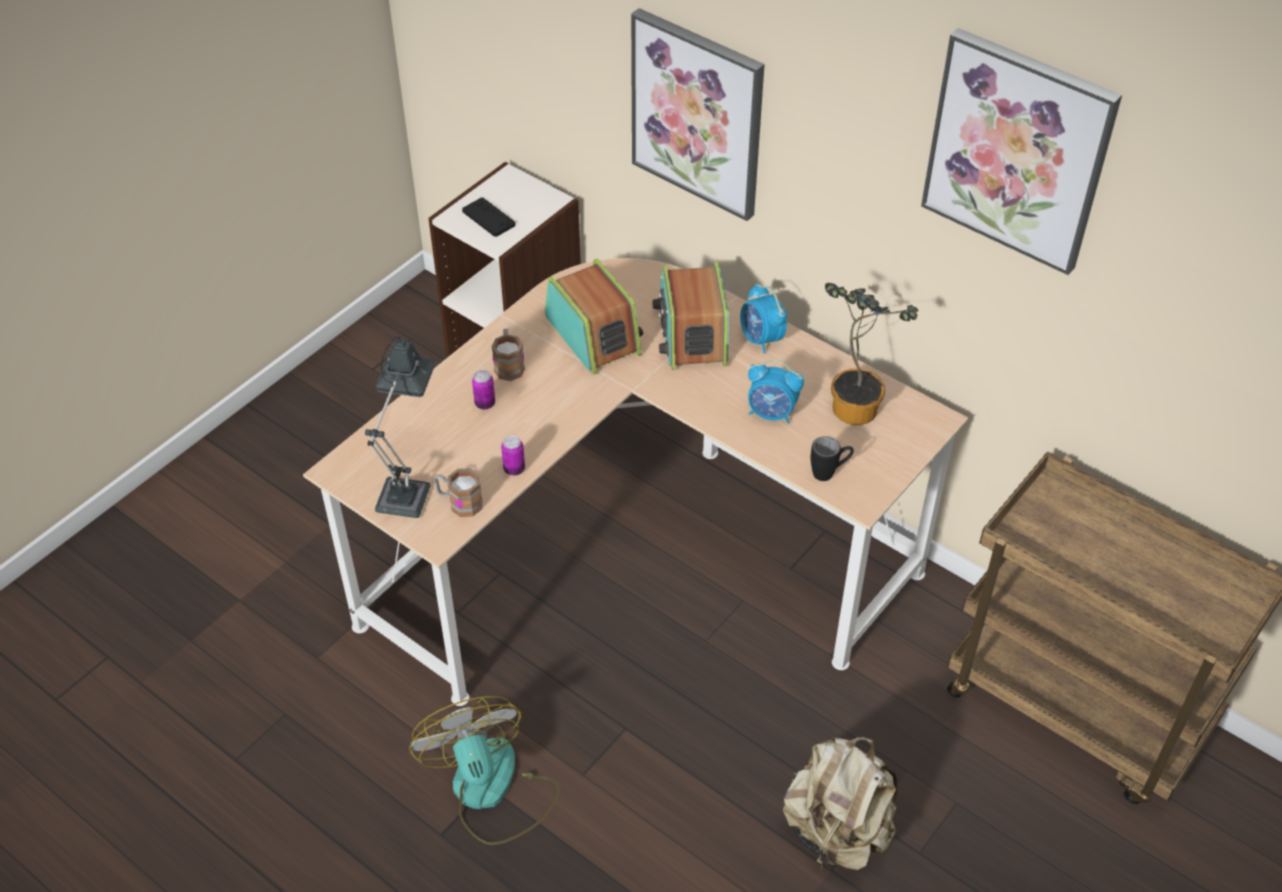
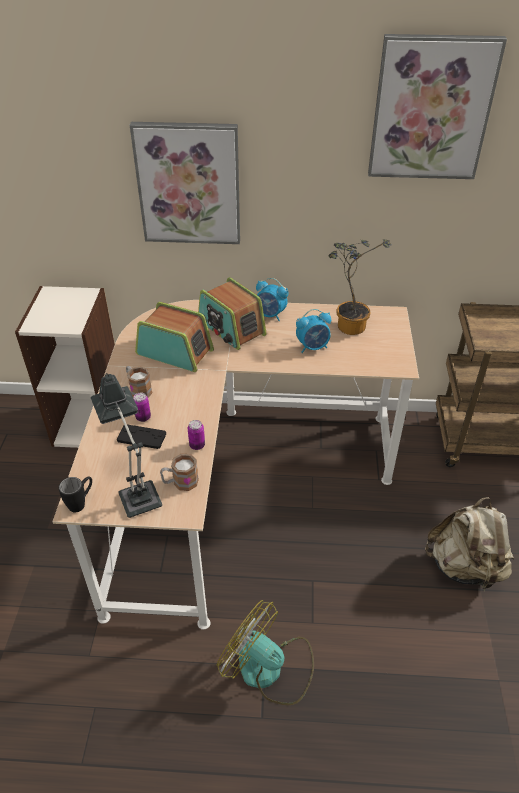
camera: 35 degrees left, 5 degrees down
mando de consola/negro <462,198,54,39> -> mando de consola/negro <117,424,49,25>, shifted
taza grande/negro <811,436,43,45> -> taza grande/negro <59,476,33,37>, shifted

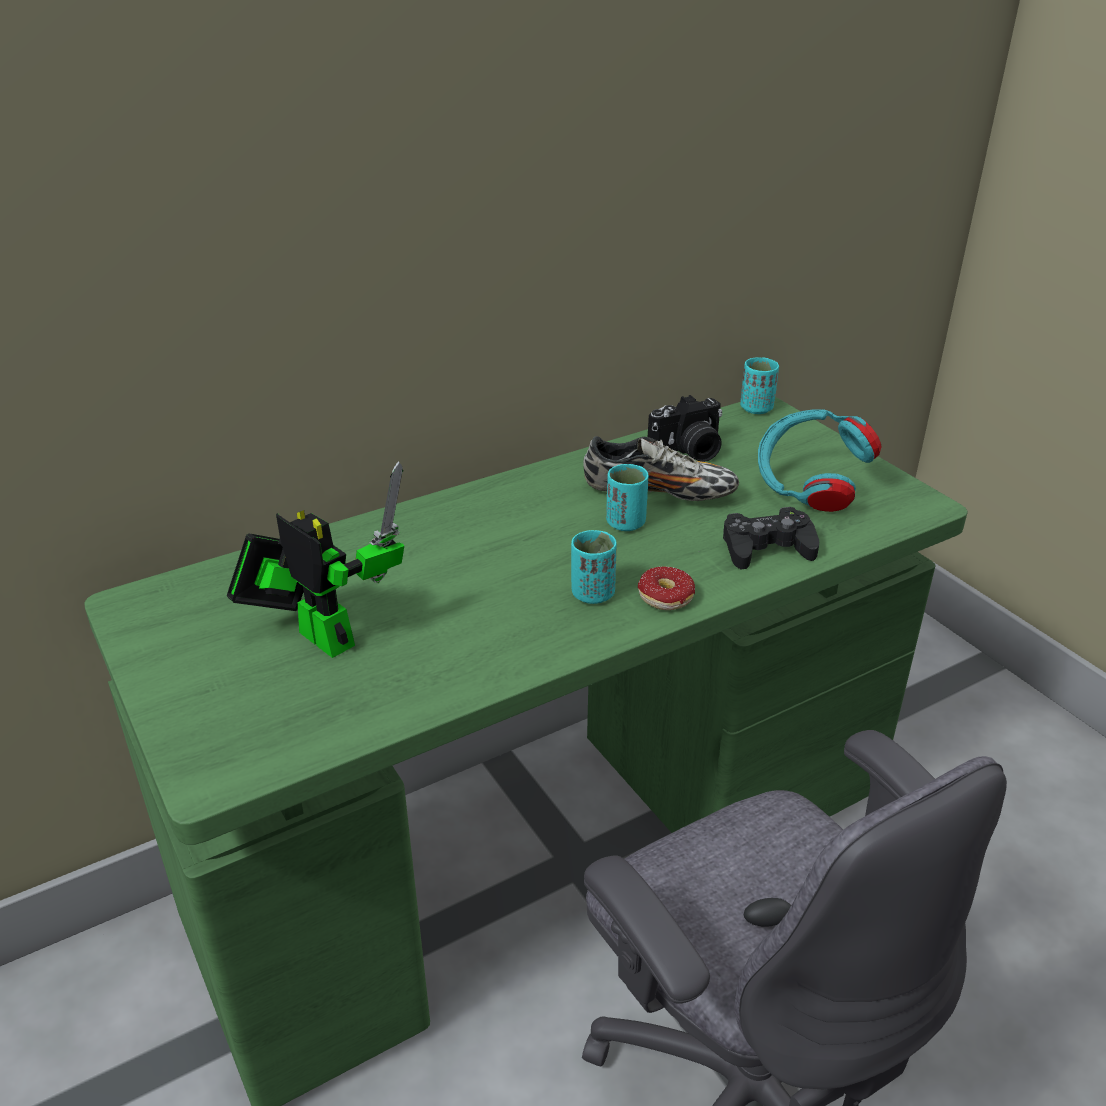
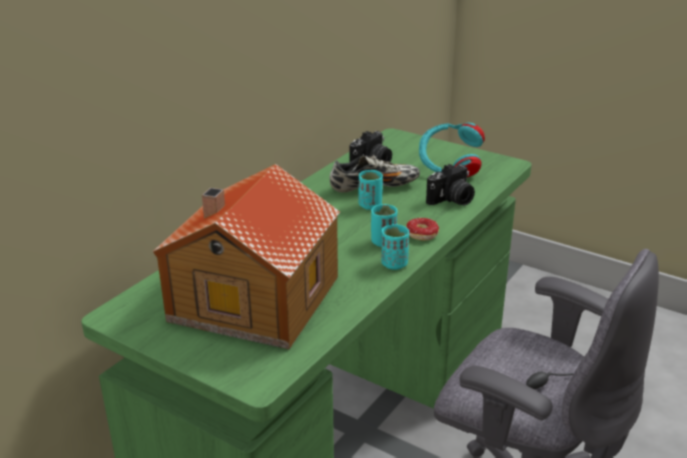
camera: 25 degrees left, 5 degrees down
taza/turquesa <740,357,39,57> -> taza/turquesa <381,224,28,46>, shifted
robot de juguete <227,462,177,196> -> casita <153,164,187,185>
mando de consola/negro <723,507,96,62> -> cámara <426,164,49,41>

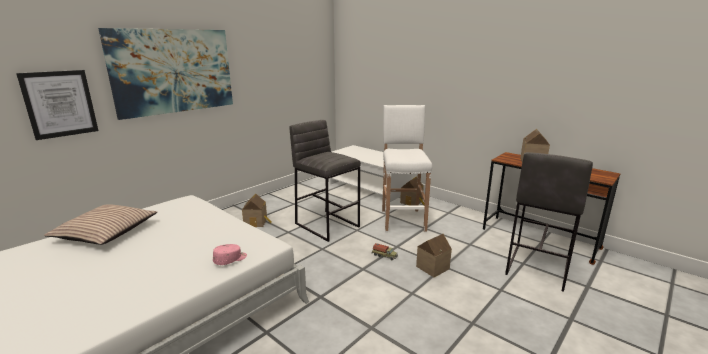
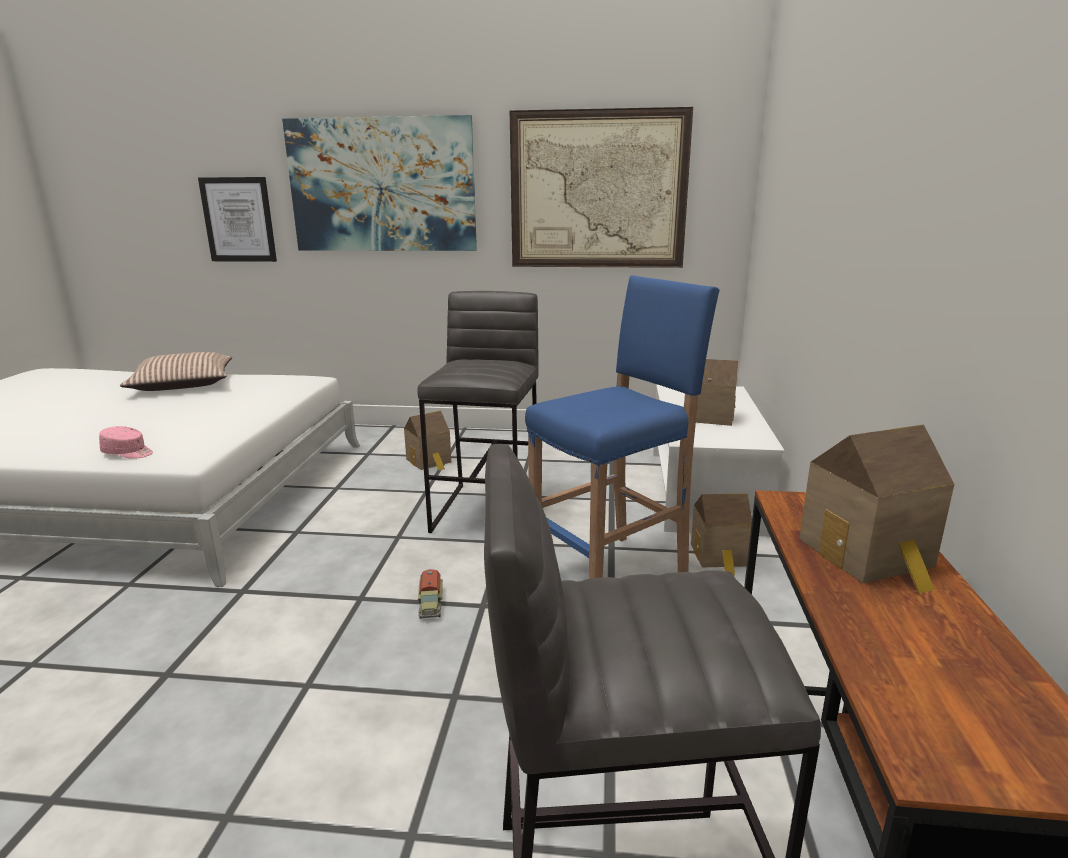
camera: 55 degrees right, 0 degrees up
taburete/blanco <382,105,50,127> -> taburete/azul <525,275,195,304>
casita <416,234,36,43> -> casita <696,359,42,67>, shifted
none -> cuadro <510,107,183,161>

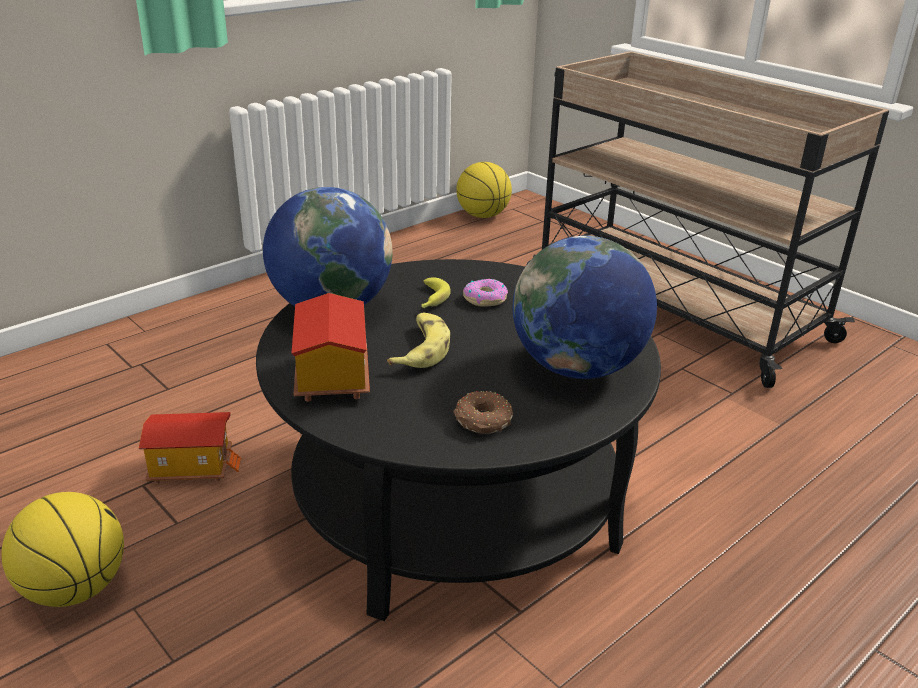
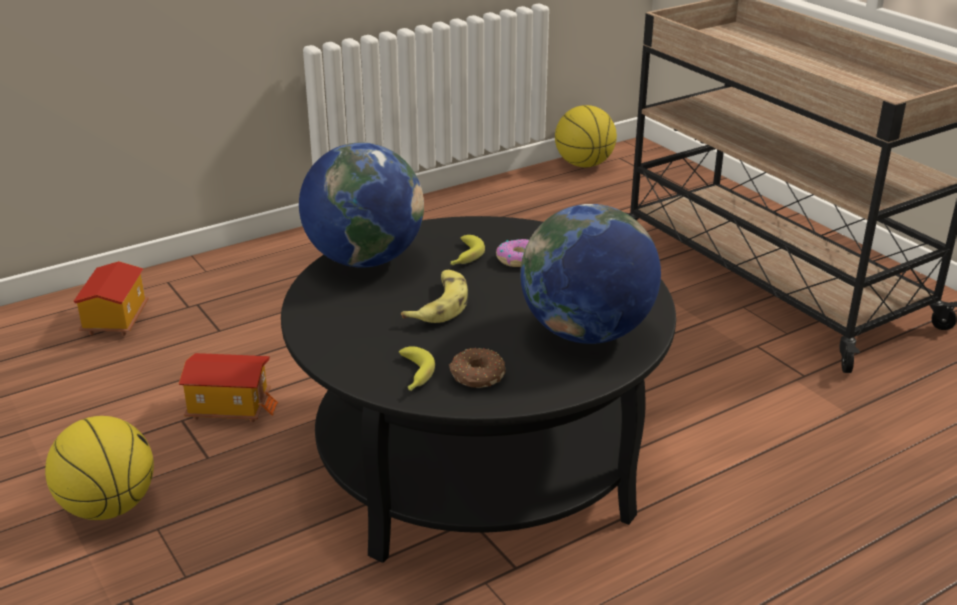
camera: 10 degrees right, 0 degrees up
casita <292,293,78,109> -> casita <73,261,76,75>, shifted
none -> plátano <399,346,36,45>

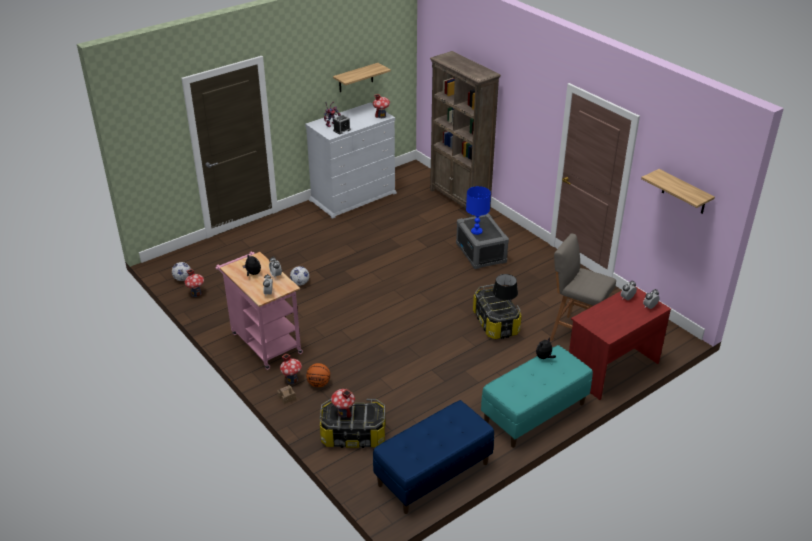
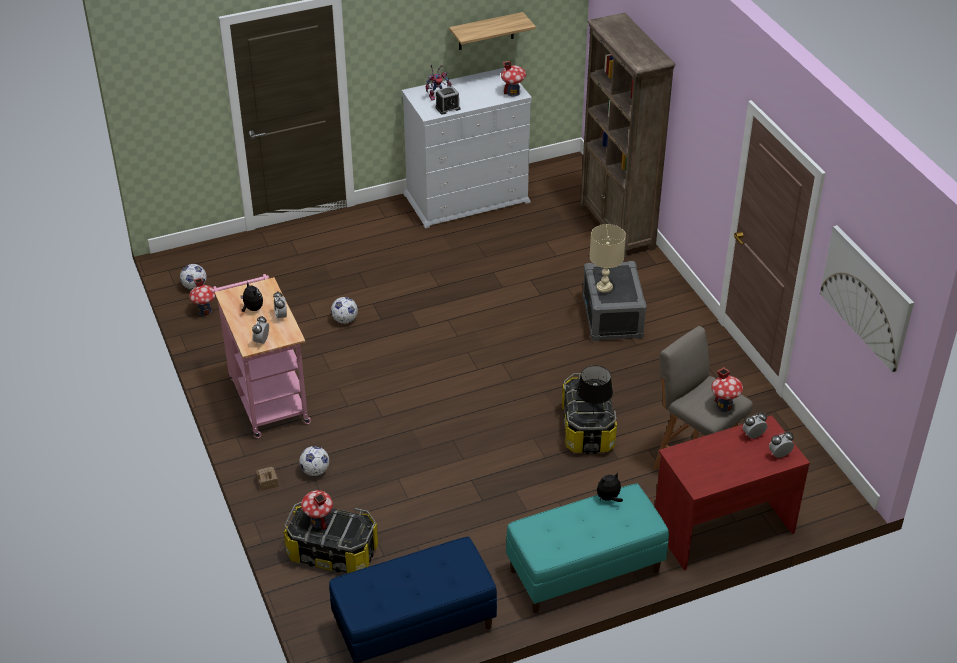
camera: 15 degrees right, 5 degrees up
estante <641,169,74,45> -> cuadro <820,225,94,147>
lámpara de mesa/azul <466,186,25,49> -> lámpara de mesa/beis <589,224,37,69>
casita <280,354,22,30> -> casita <711,367,32,45>, shifted
balón de baloncesto <306,363,24,24> -> balón de fútbol <299,446,30,30>

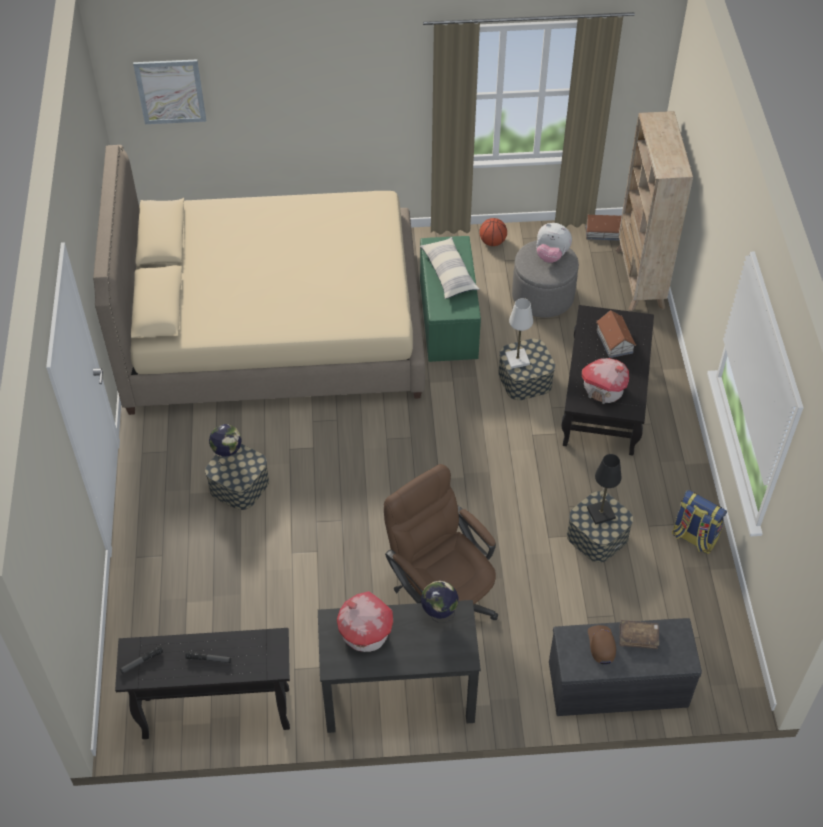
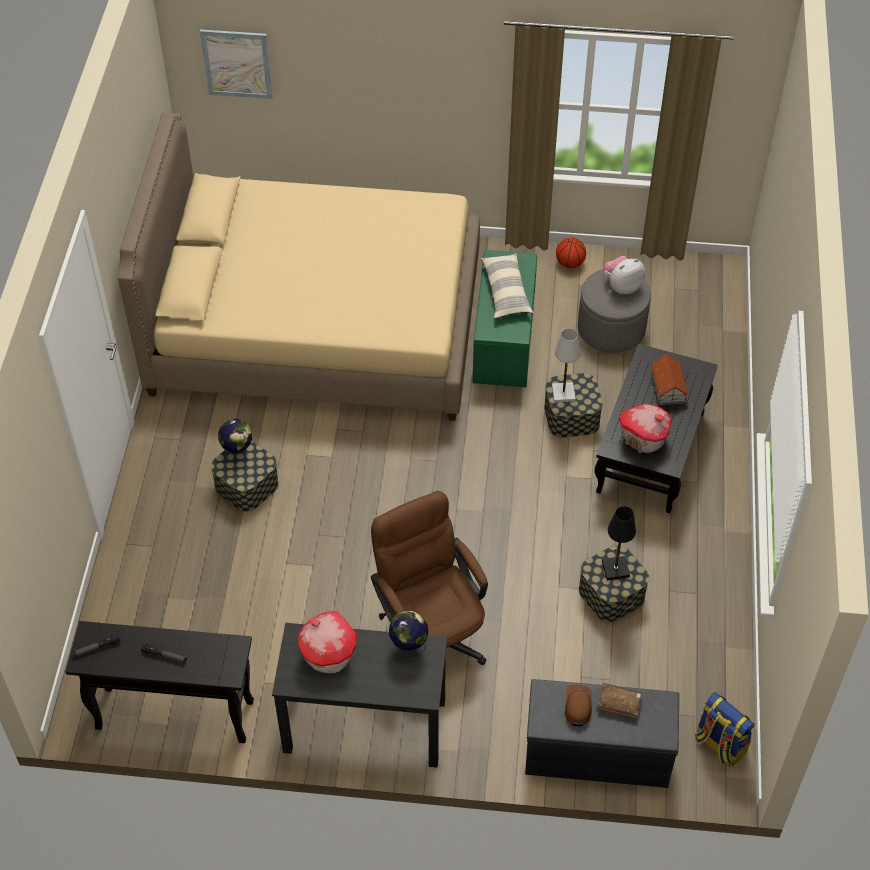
camera: 10 degrees right, 0 degrees up
estantería/beis <615,111,78,200> -> none
casita <586,215,36,26> -> none
peluche <536,223,36,40> -> peluche <604,256,41,38>, 120 degrees clockwise
mochila <672,490,55,64> -> mochila <695,692,60,75>, shifted

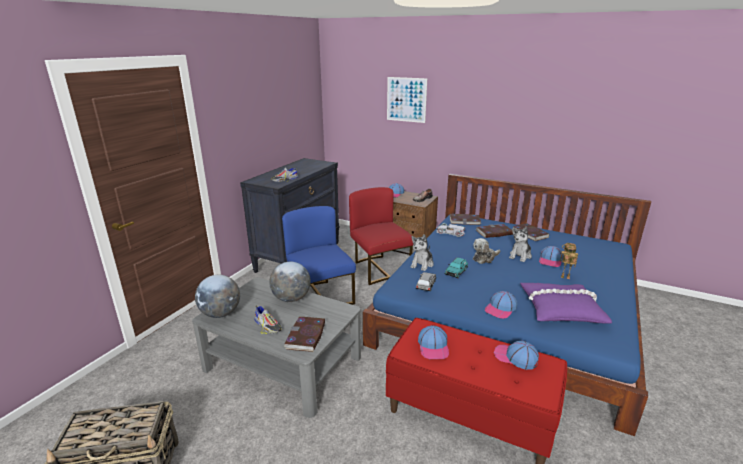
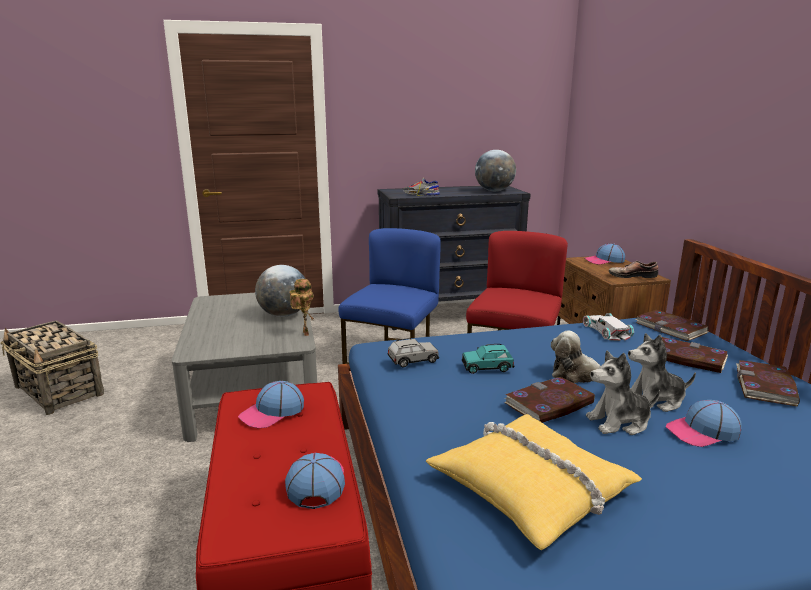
camera: 50 degrees right, 5 degrees down
cuadro <387,77,40,46> -> none
peluche <410,234,24,37> -> peluche <586,351,74,84>, shifted
robot de juguete <559,243,19,36> -> robot de juguete <290,279,25,57>, shifted
globo terráqueo <195,275,45,43> -> globo terráqueo <475,150,41,41>, shifted
cojín/morado <520,283,92,41> -> cojín/amarillo <426,414,216,136>
gorra <485,291,33,28> -> none
zapato <254,305,28,29> -> none
libro <284,317,41,35> -> libro <505,377,90,46>, shifted

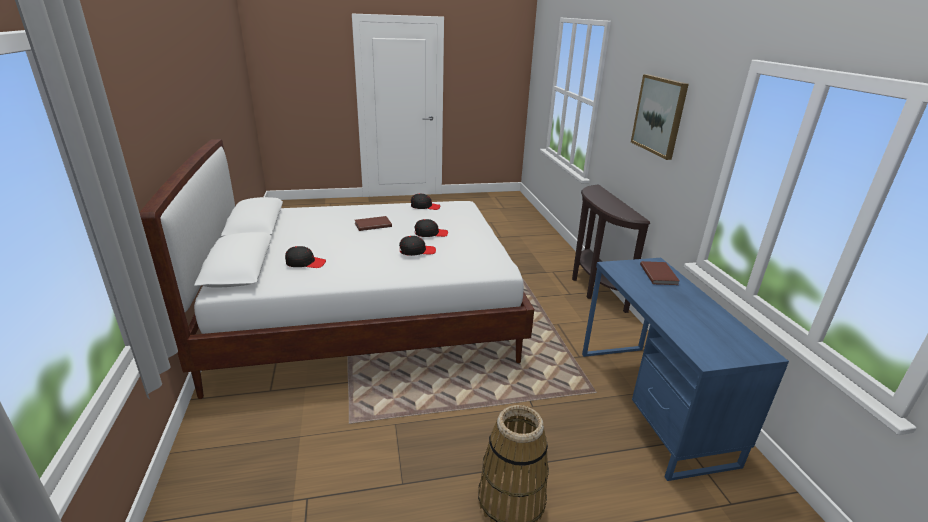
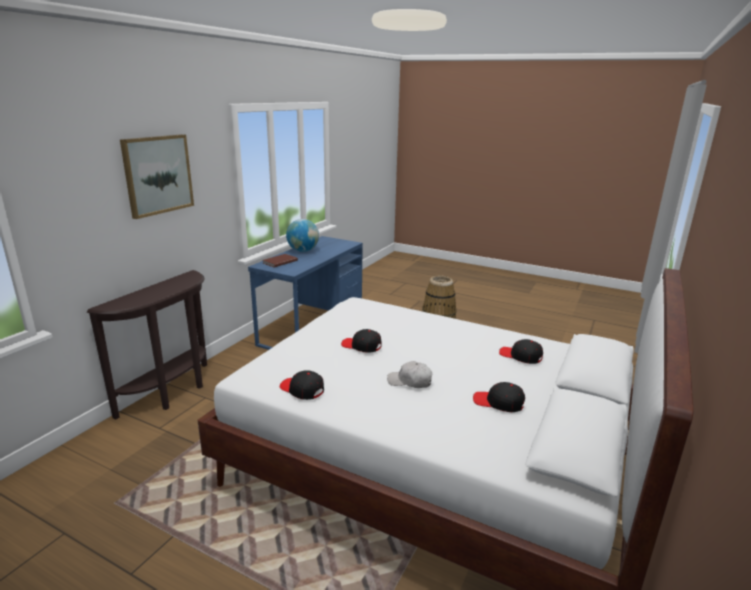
camera: 140 degrees left, 5 degrees down
libro/marrón <355,216,37,15> -> gorra/blanco <387,361,45,27>
gorra/negro <399,236,37,20> -> gorra/negro <473,382,52,30>, shifted
none -> globo terráqueo <286,219,33,33>

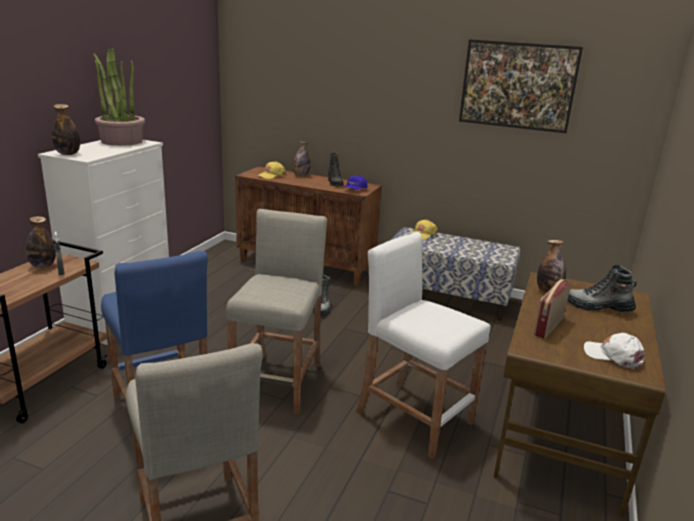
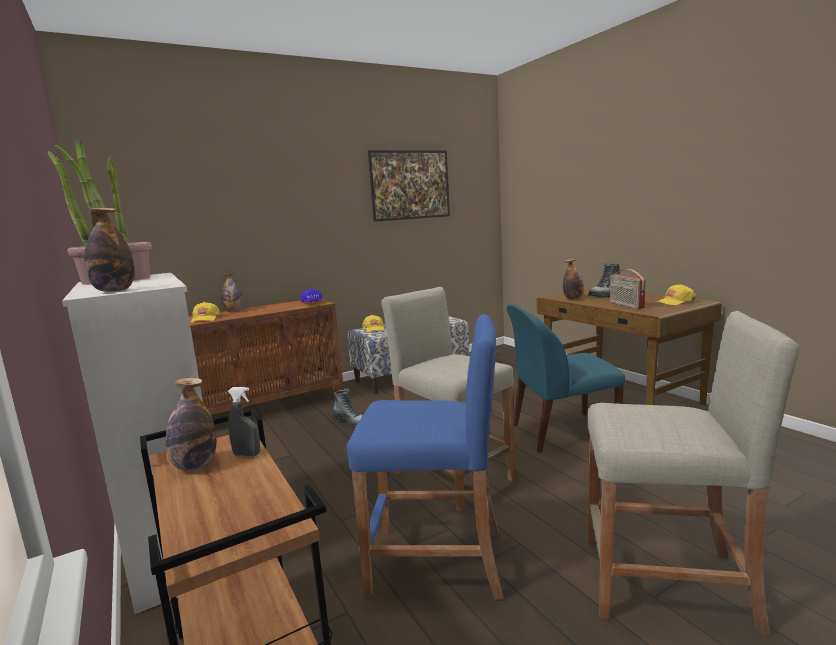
camera: 50 degrees left, 10 degrees down
bota/negro <328,153,16,33> -> none
taburete/blanco <356,232,135,227> -> silla/azul <507,304,119,149>
gorra/blanco <584,333,61,36> -> gorra/amarillo <656,284,40,21>

